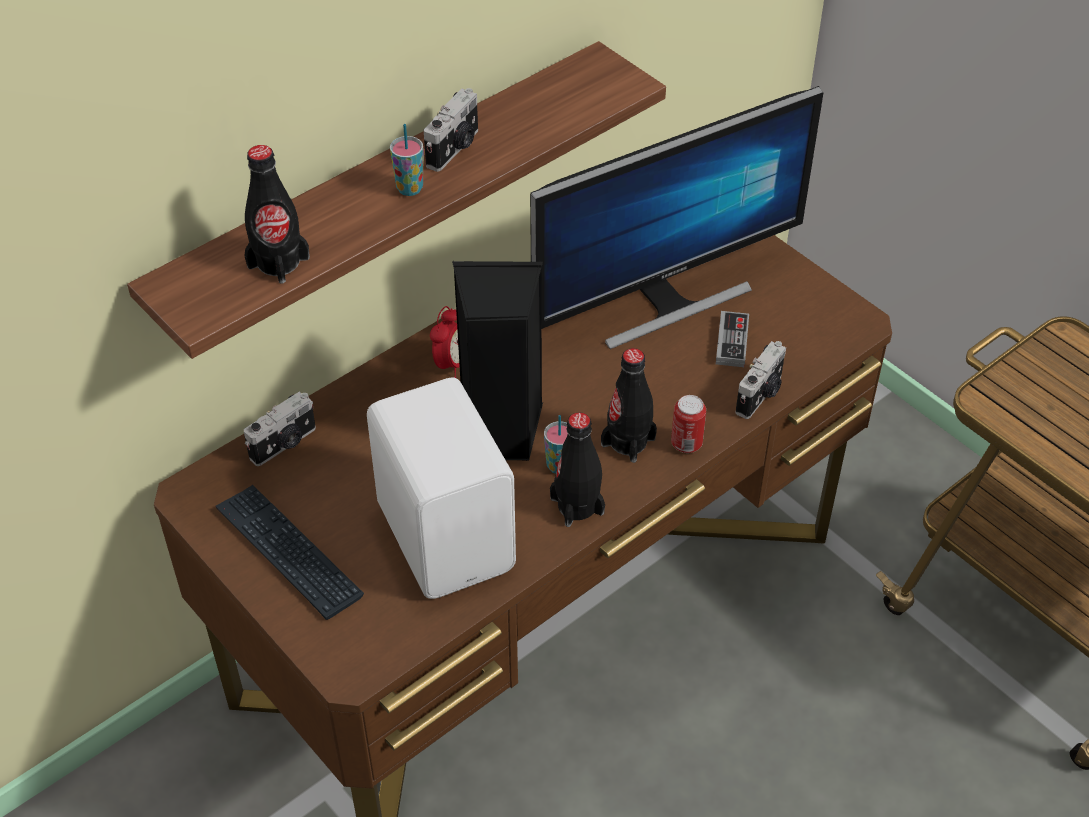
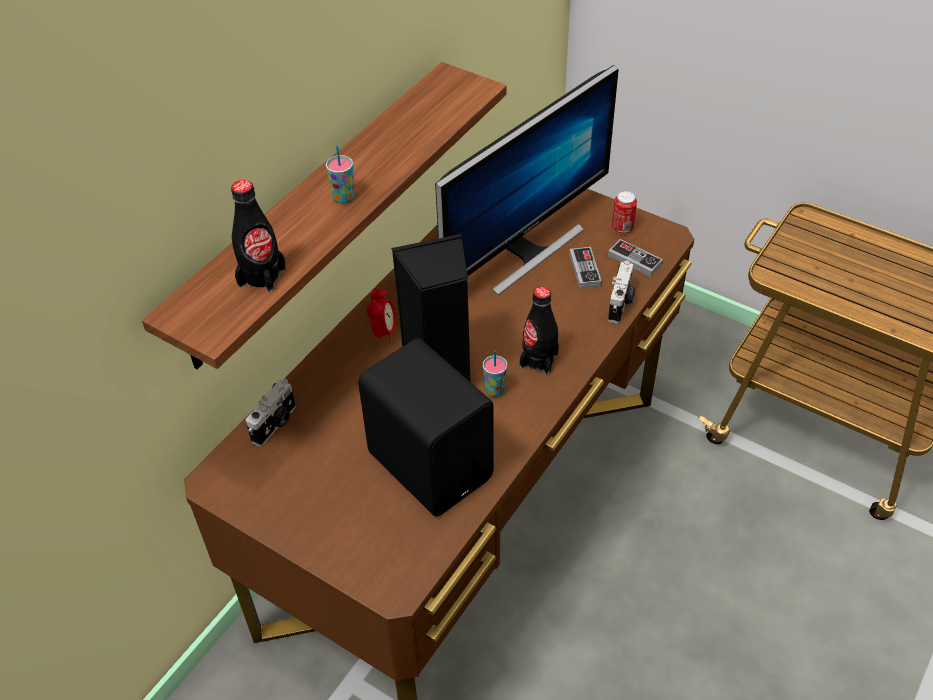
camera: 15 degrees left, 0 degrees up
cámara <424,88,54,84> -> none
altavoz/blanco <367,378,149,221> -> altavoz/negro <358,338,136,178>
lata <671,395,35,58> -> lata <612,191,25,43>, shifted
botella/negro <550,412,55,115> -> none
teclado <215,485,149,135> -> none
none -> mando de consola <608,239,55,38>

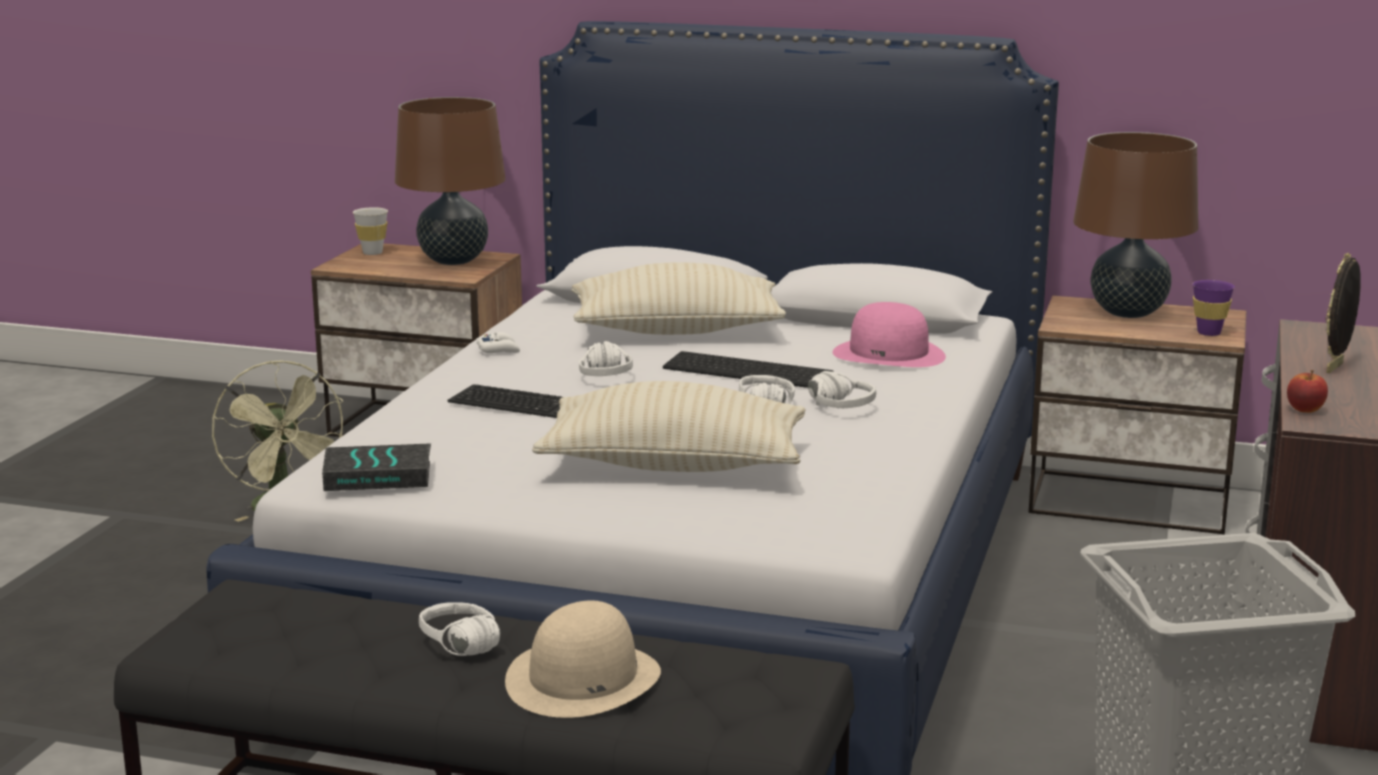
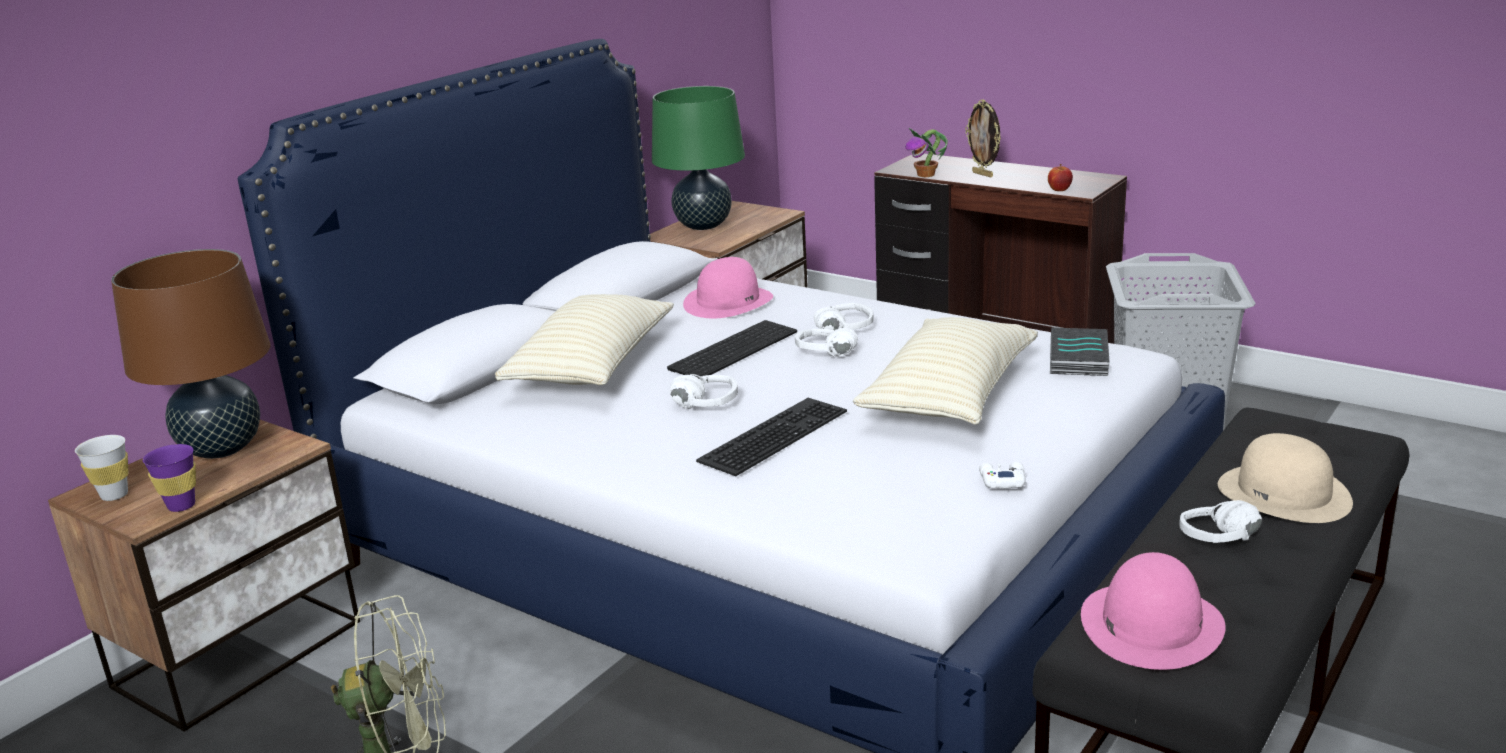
camera: 70 degrees left, 5 degrees up
lámpara de mesa/marrón <1073,132,125,186> -> lámpara de mesa/verde <652,86,93,144>
taza/morado <1193,280,42,56> -> taza/morado <143,444,53,68>, shifted
mando de consola/blanco <476,332,44,21> -> mando de consola/blanco <979,461,47,28>, shifted
libro <322,444,109,47> -> libro <1050,327,59,49>, shifted
none -> planta en maceta <905,128,43,49>
none -> sombrero/rosa <1081,552,145,118>

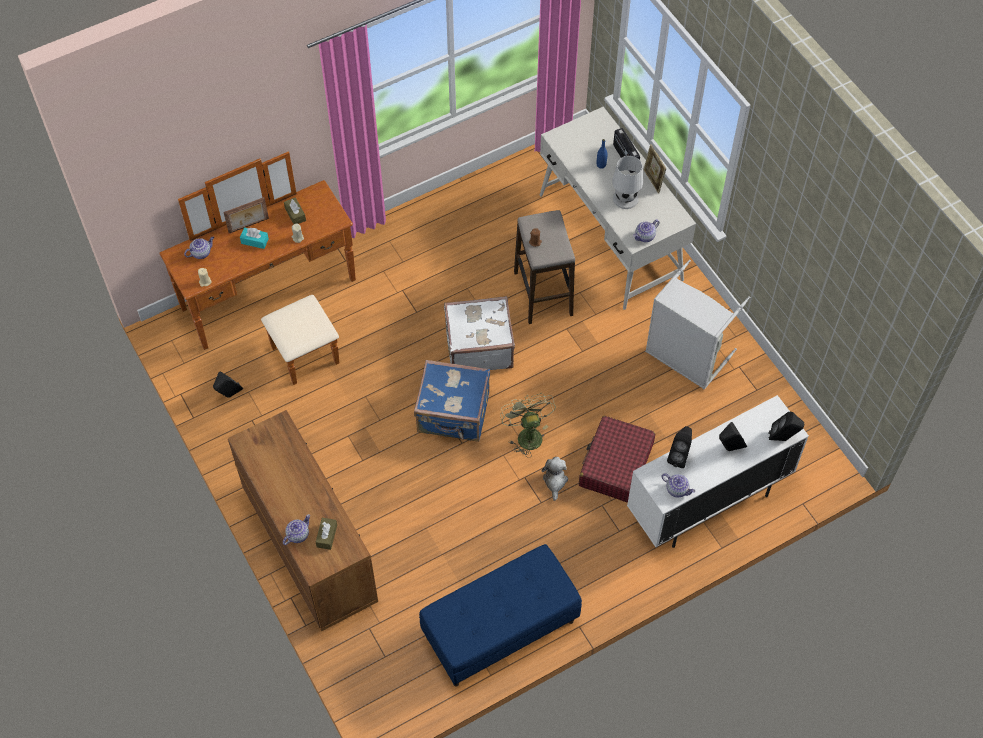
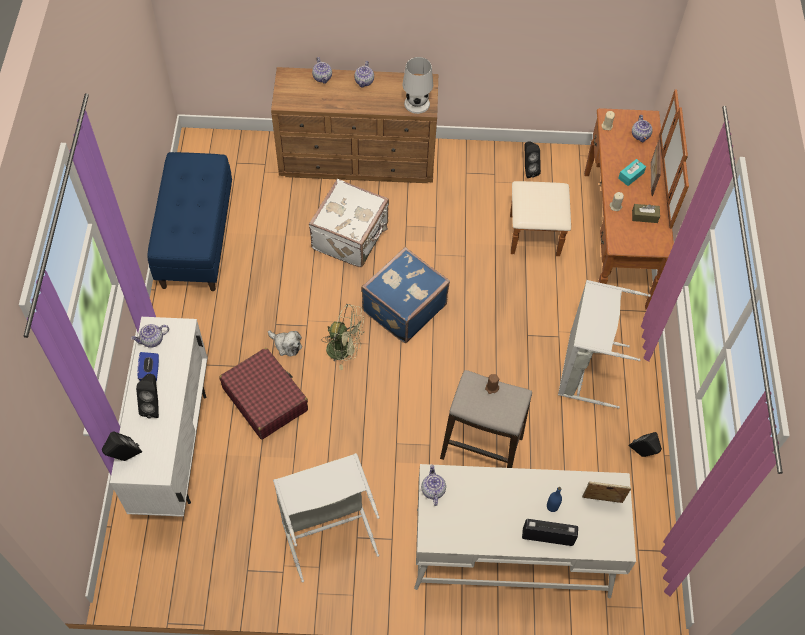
camera: 120 degrees right, 0 degrees up
portarretratos <643,144,23,50> -> portarretratos <582,482,49,21>, shifted
lámpara de mesa/blanco <612,156,31,53> -> lámpara de mesa/blanco <402,57,31,57>, shifted
maleta/blanco <444,296,71,74> -> maleta/blanco <309,179,80,88>, shifted
altavoz/negro <667,426,25,42> -> altavoz/negro <628,432,34,25>, shifted
caja de pañuelos/marrón <316,518,21,32> -> none
none -> tetera <354,61,20,27>
none -> cesto de la ropa/gris <558,280,93,129>
none -> caja de pañuelos/azul <137,352,22,29>

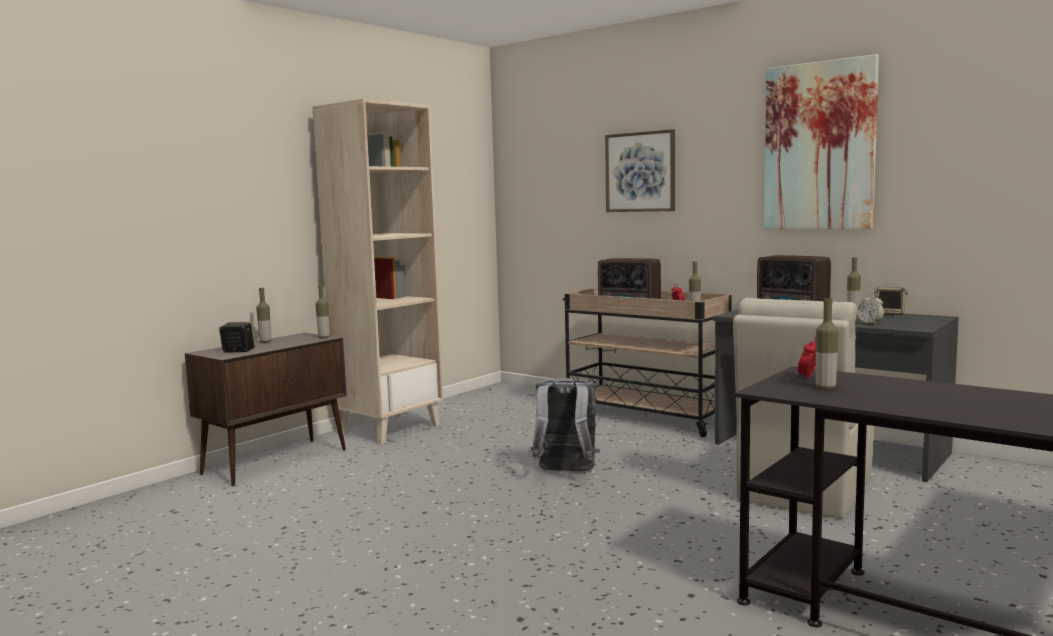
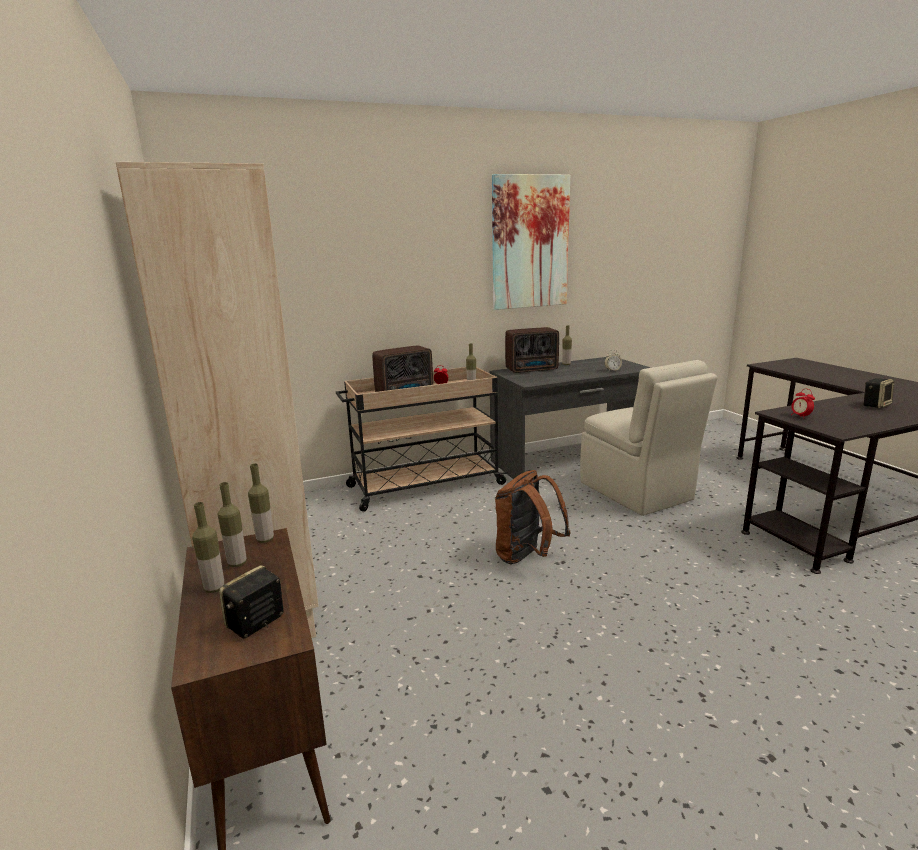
camera: 60 degrees left, 10 degrees up
cuadro <605,129,70,83> -> none
altavoz <874,287,34,28> -> altavoz <863,378,31,30>, shifted
botella <816,298,23,92> -> botella <218,482,29,85>, shifted
mochila/gris <531,378,69,93> -> mochila/marrón <495,470,75,94>

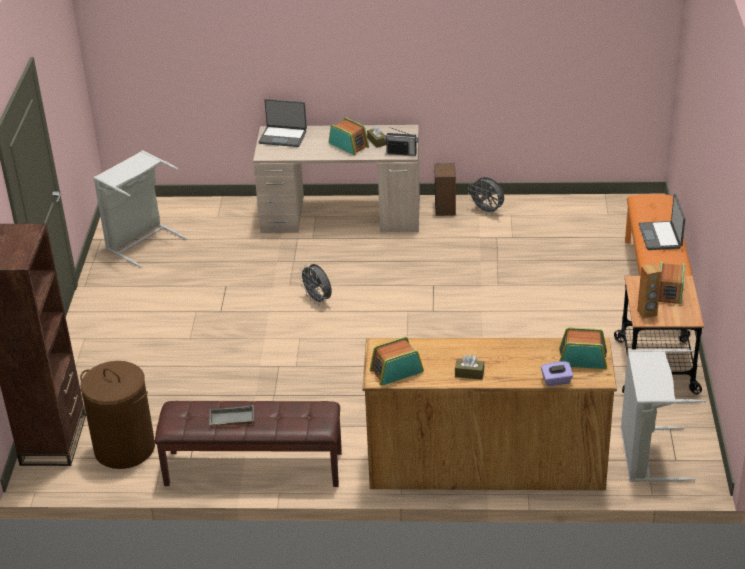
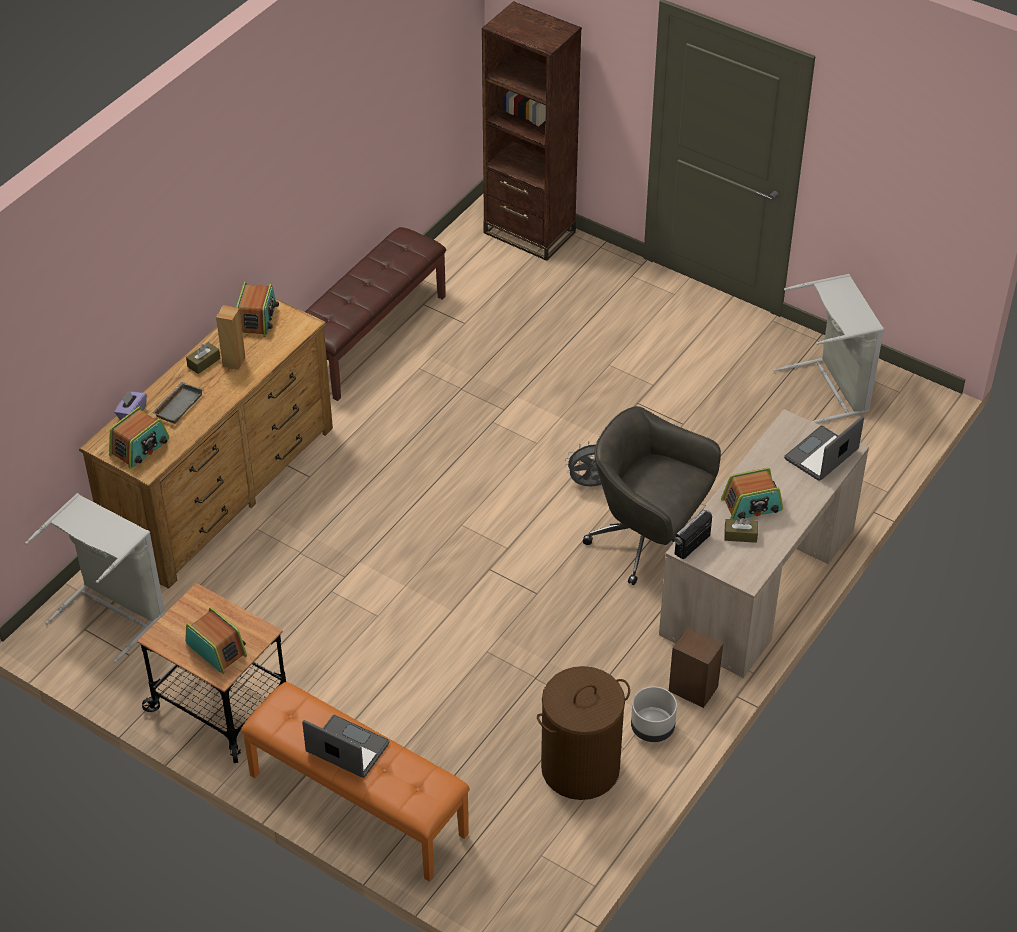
camera: 120 degrees right, 10 degrees up
ventilador/gris <468,177,36,38> -> maceta/gris <631,686,46,56>
altavoz/marrón <637,263,25,56> -> altavoz/marrón <216,305,30,65>, shifted
cesto de la ropa/marrón <80,361,75,108> -> cesto de la ropa/marrón <537,666,93,134>, shifted
bandeja/gris <209,405,45,21> -> bandeja/gris <152,382,51,42>, shifted
none -> silla de oficina/gris <583,406,138,179>

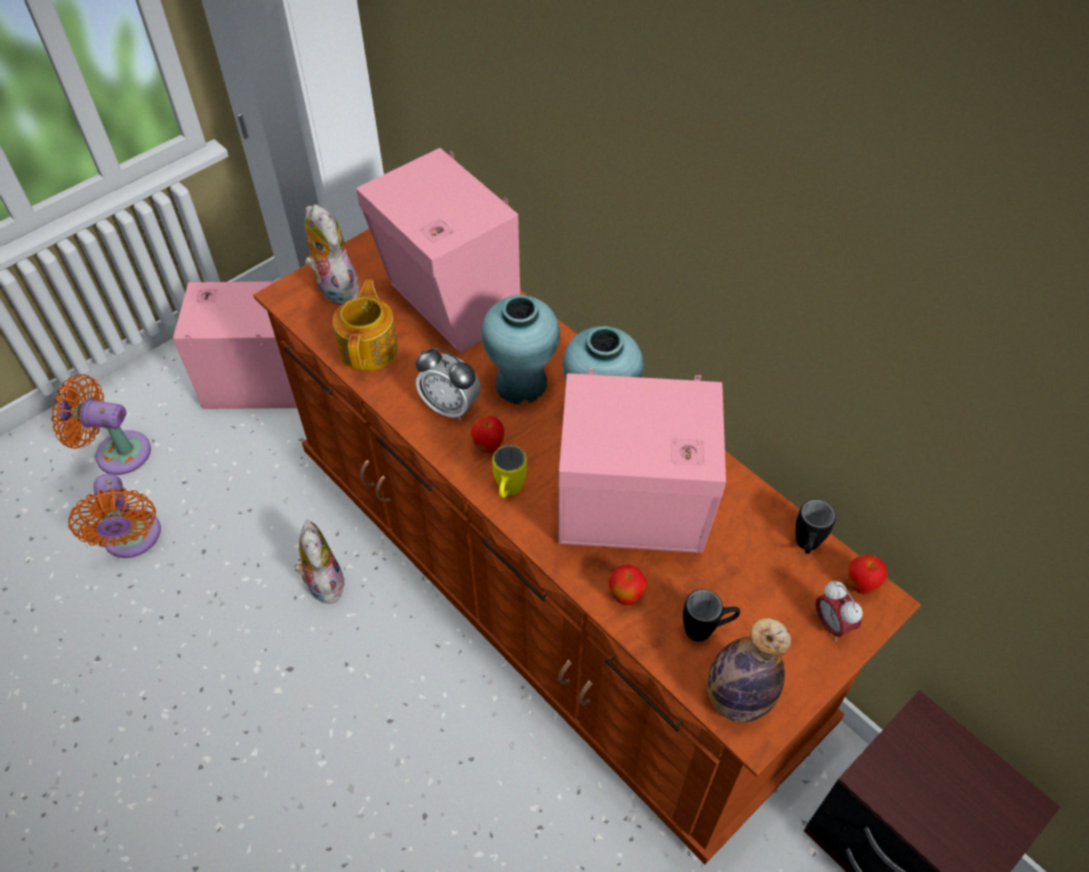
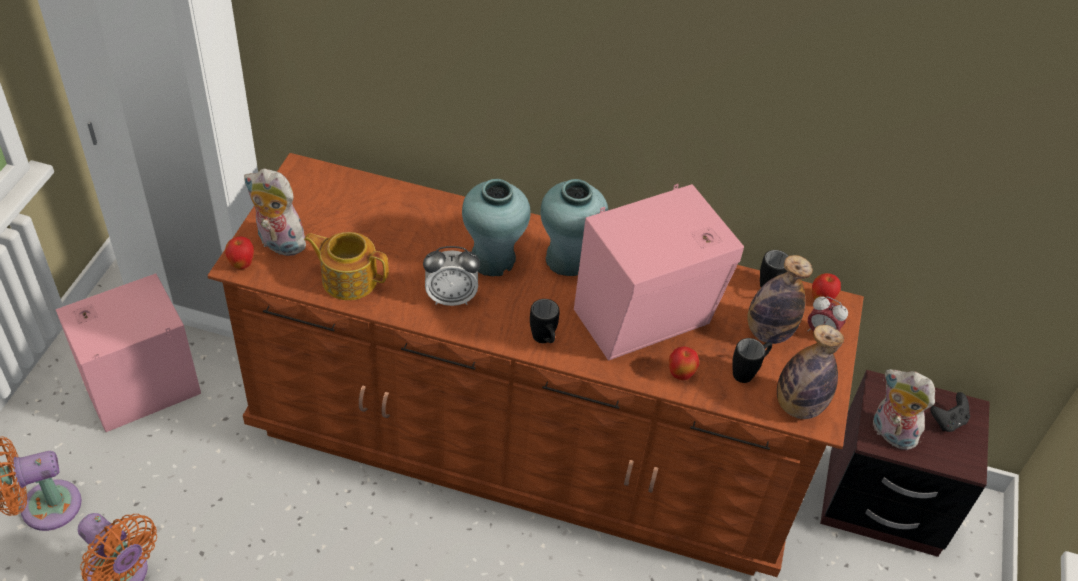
camera: 35 degrees left, 5 degrees down
altavoz/rosa <356,148,164,205> -> none
tetera <333,280,65,91> -> tetera <304,232,85,68>, 45 degrees counterclockwise
manzana <471,416,34,37> -> manzana <225,236,29,33>, shifted
taza grande/amarillo <492,445,35,53> -> taza grande/negro <530,299,30,44>
peluche <295,520,50,84> -> peluche <873,369,62,81>, shifted
none -> botella <747,255,66,89>
none -> mando de consola/negro <930,392,40,40>

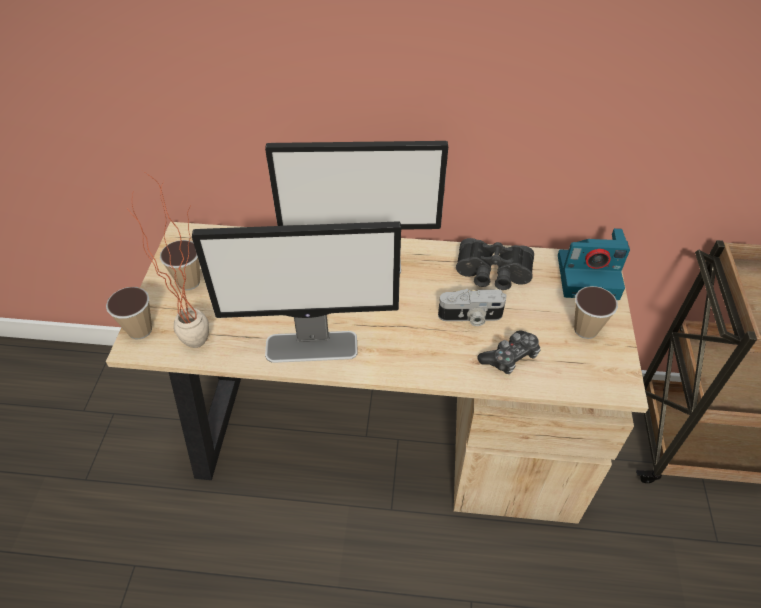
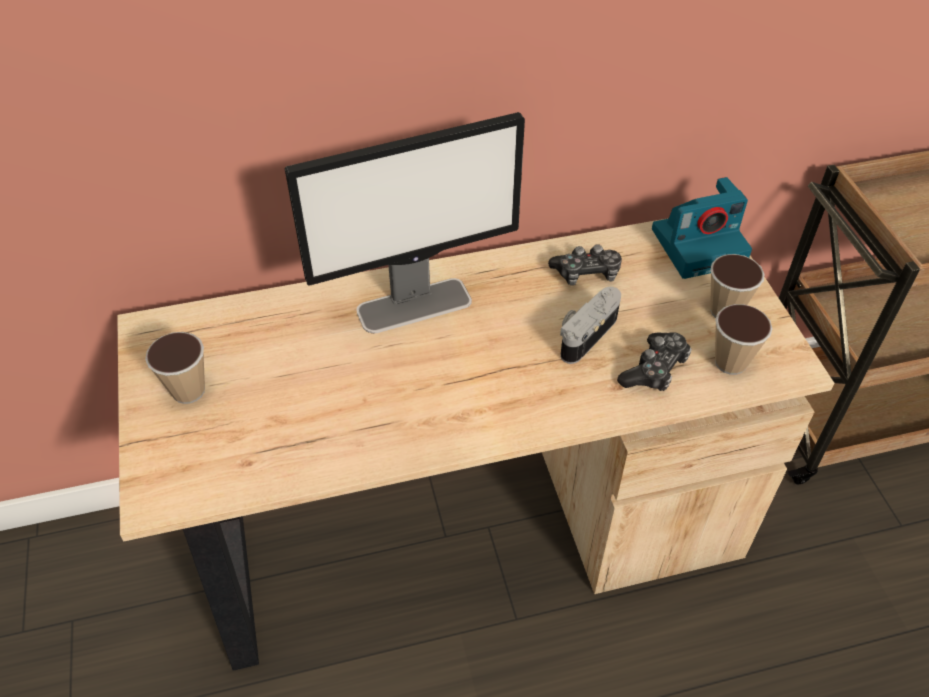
camera: 20 degrees left, 0 degrees up
planta en maceta <127,171,82,177> -> none
monitor <192,221,209,142> -> none
prismáticos/negro <456,238,78,52> -> mando de consola <548,244,74,42>
taza <106,287,46,52> -> taza <715,304,58,71>, shifted
cámara <438,289,69,37> -> cámara <560,287,61,77>, 150 degrees clockwise

